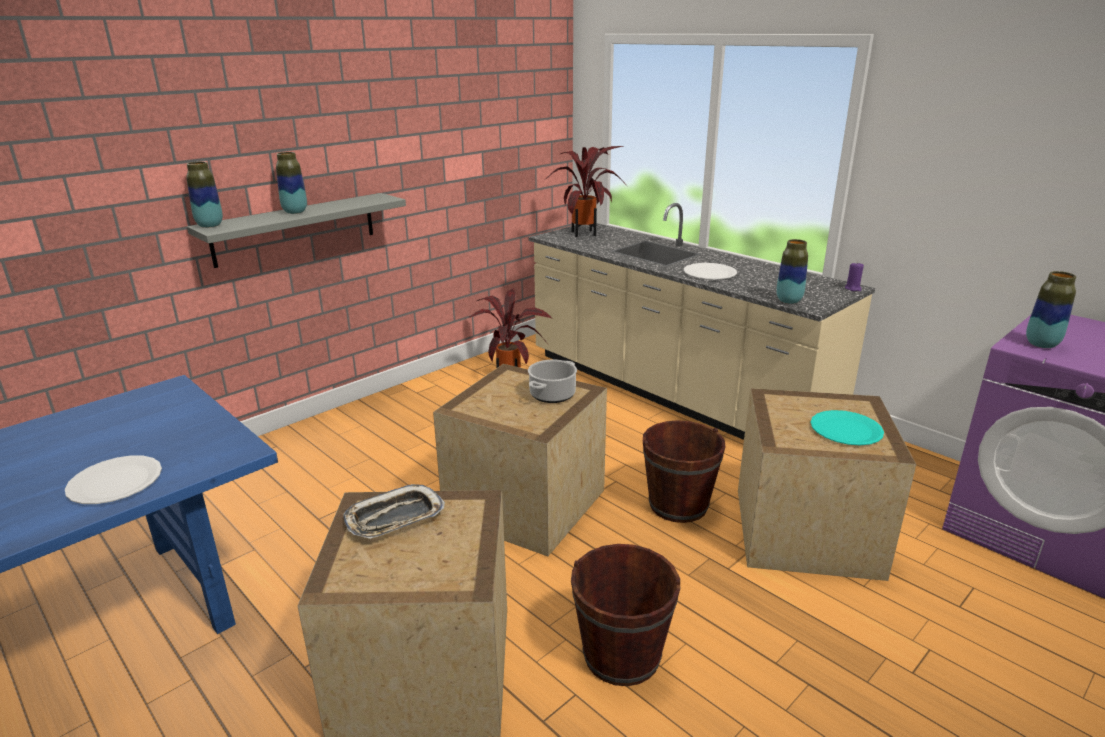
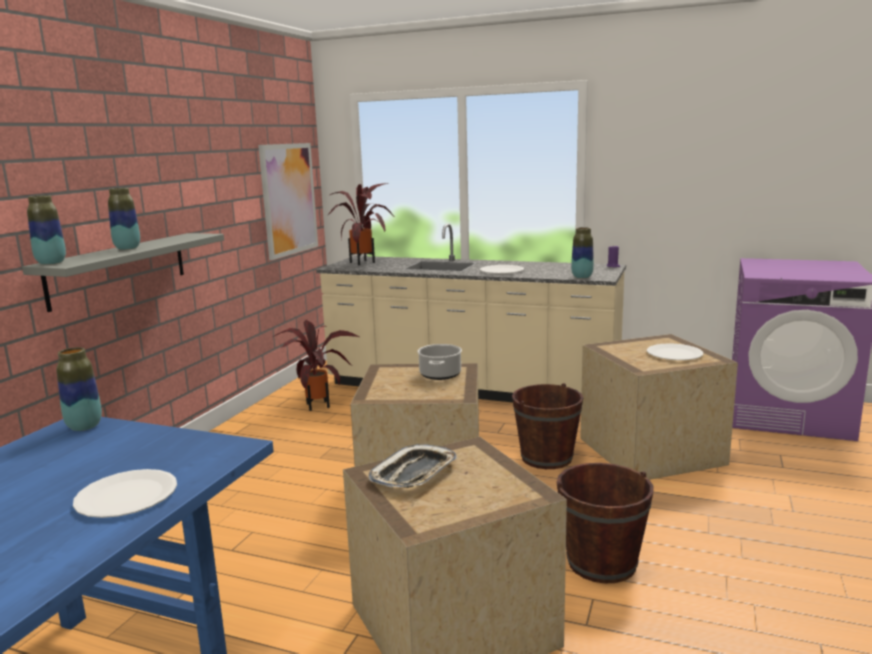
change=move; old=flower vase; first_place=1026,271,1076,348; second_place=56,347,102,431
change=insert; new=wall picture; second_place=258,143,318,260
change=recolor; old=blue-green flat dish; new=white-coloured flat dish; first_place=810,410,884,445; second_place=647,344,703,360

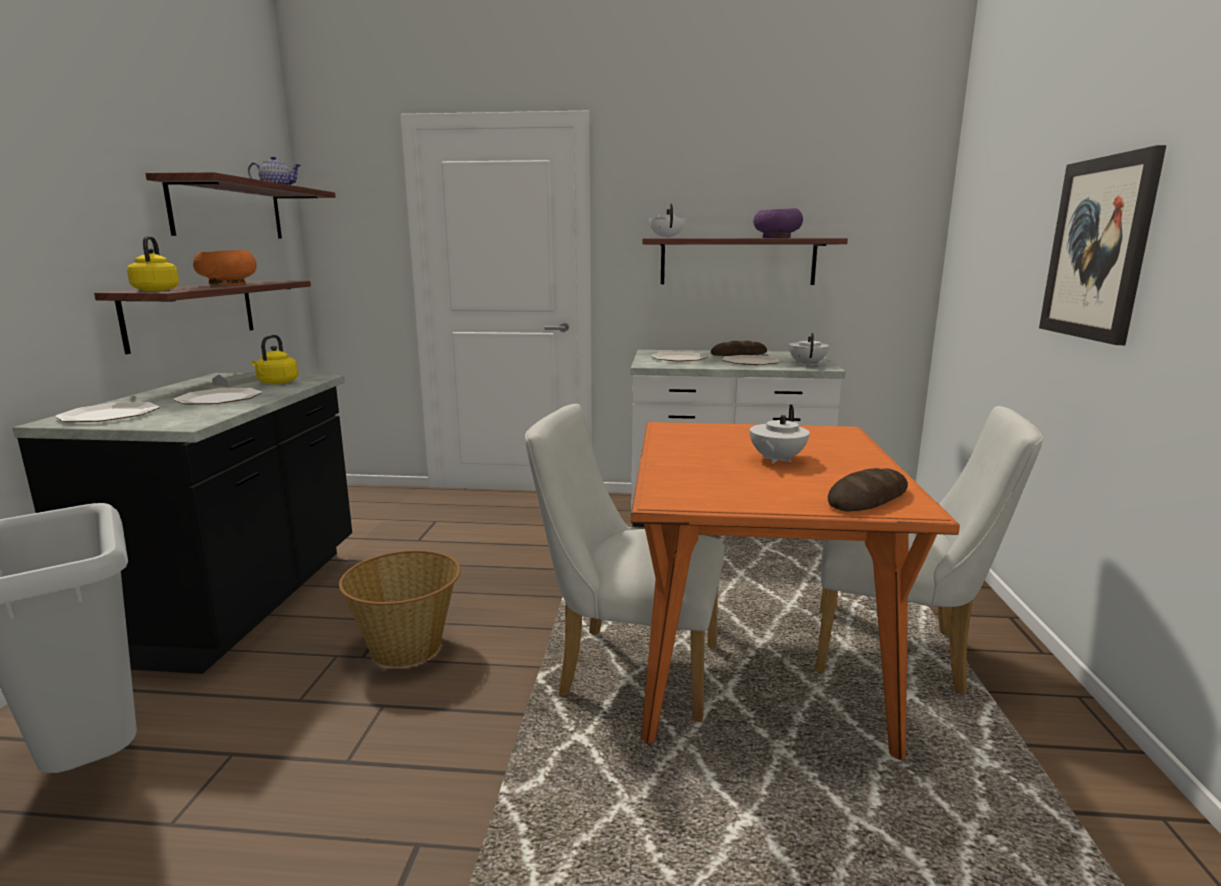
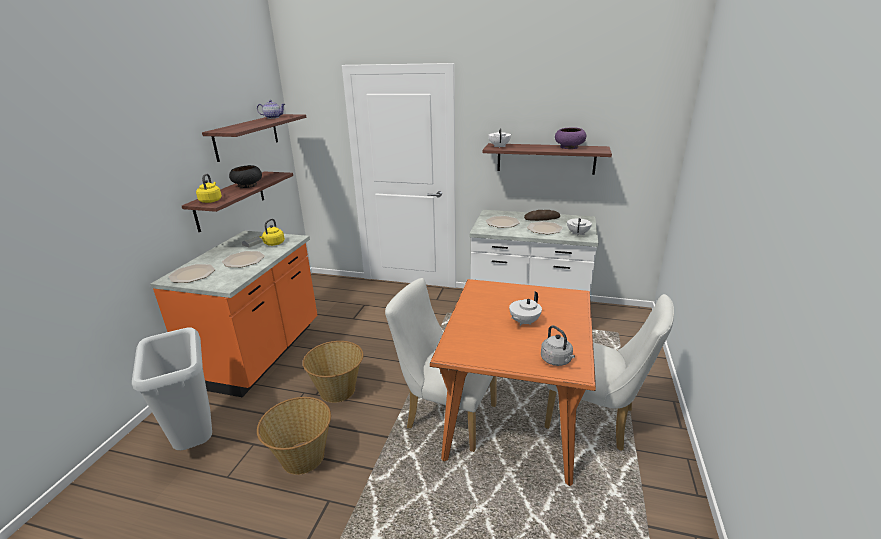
change=recolor; old=blackish kitchen counter; new=orangey kitchen counter; first_place=13,373,352,674; second_place=150,231,318,397
change=recolor; old=orangey bowl; new=blackish bowl; first_place=193,250,257,285; second_place=229,165,262,188
change=insert; new=household basket; second_place=257,397,331,475
change=replace; old=bakery bread; new=grey tea kettle; first_place=828,468,908,512; second_place=541,325,575,366
change=delete; old=wall picture; first_place=1039,145,1166,345

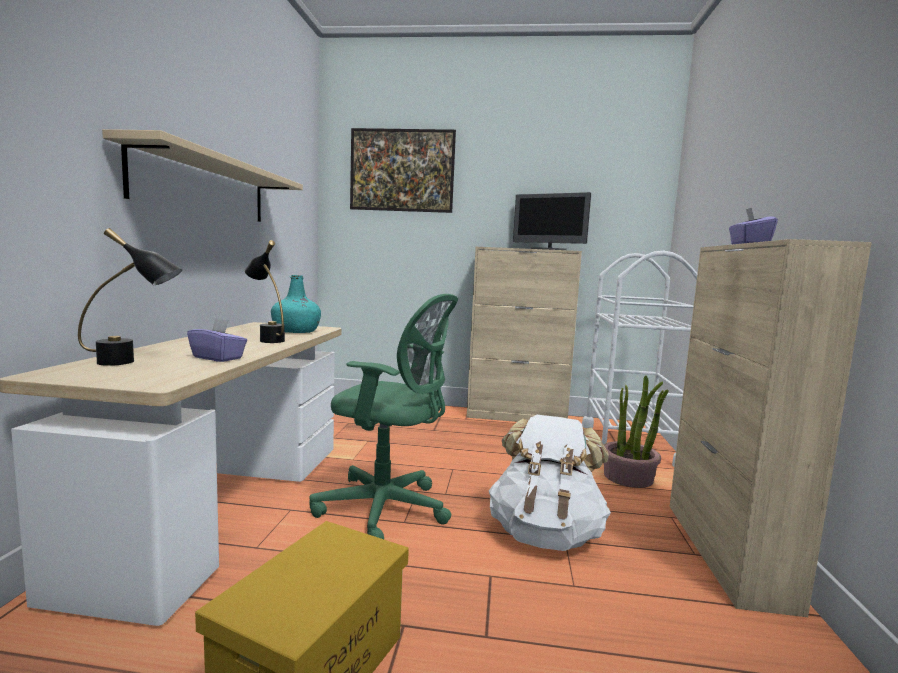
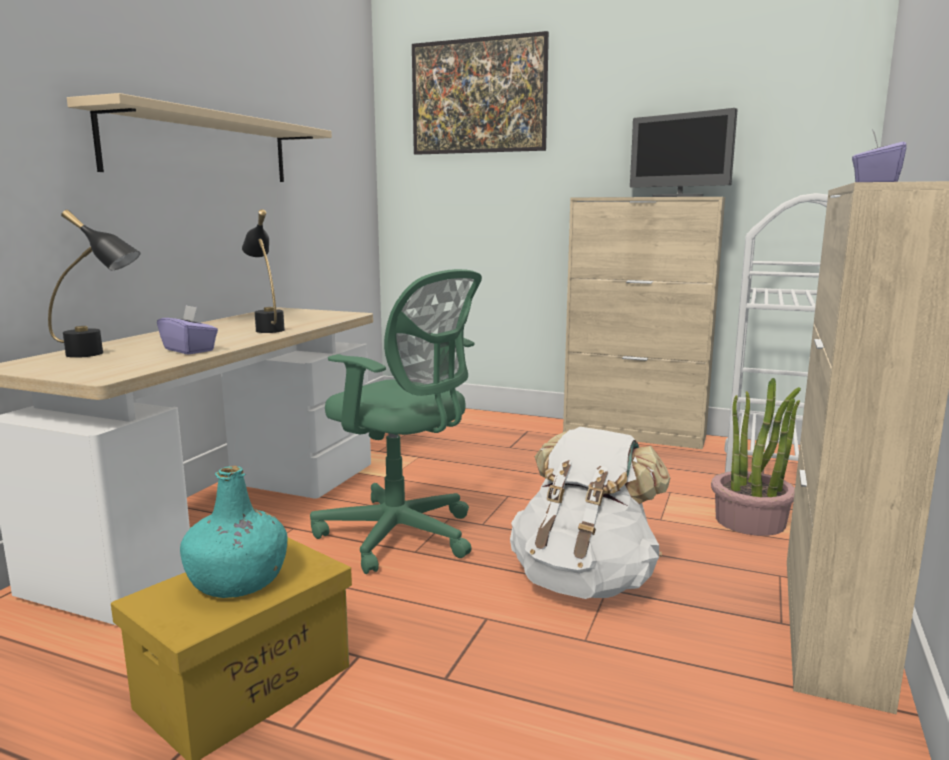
change=move; old=blue-green bottle; first_place=271,275,321,333; second_place=180,466,288,598

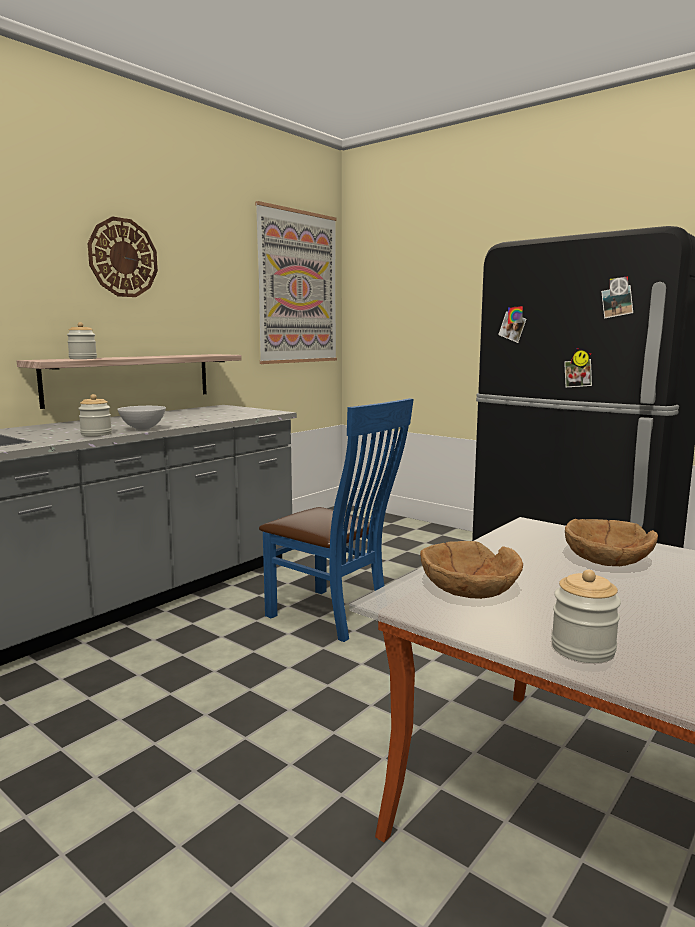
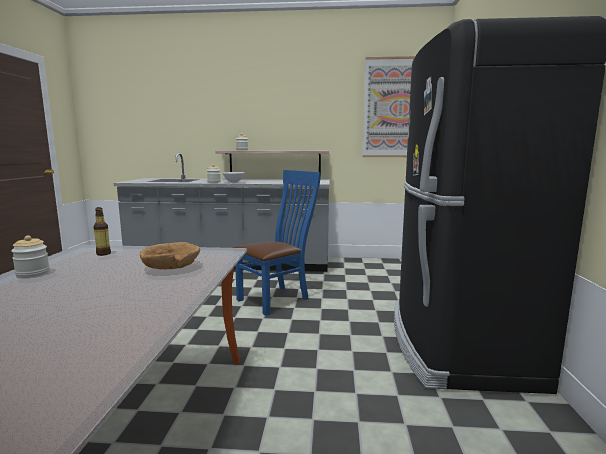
change=replace; old=brown-coloured bowl; new=bottle; first_place=420,541,523,599; second_place=93,207,111,256
change=rotate; old=blue-coloured upright chair; first_place=259,398,414,642; second_place=234,170,321,316; degrees=-135
change=delete; old=wall clock; first_place=88,217,158,297

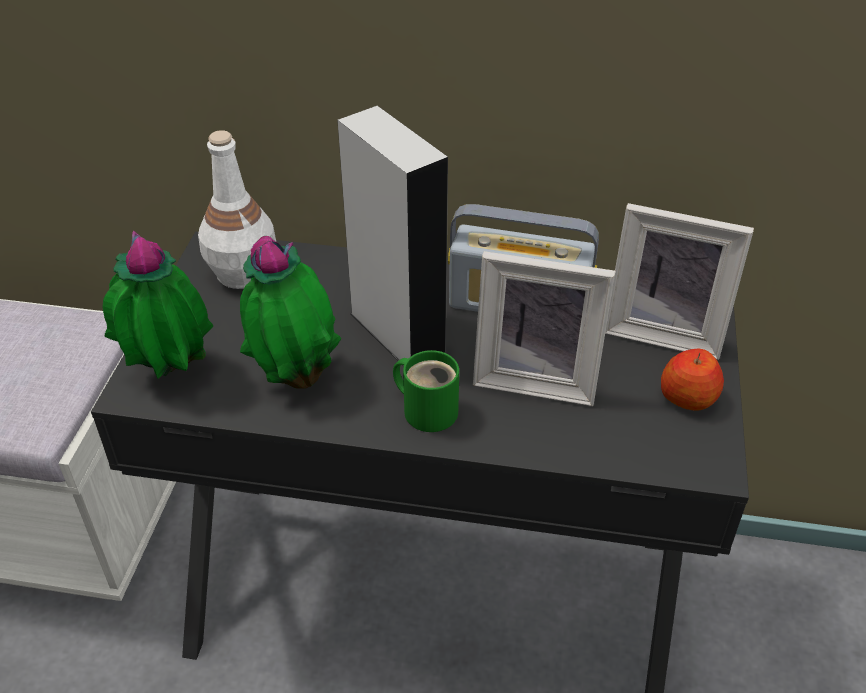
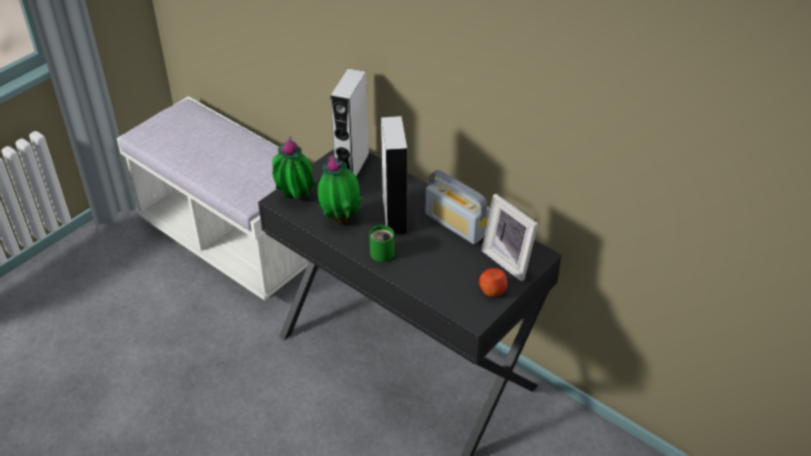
change=replace; old=white-coloured bottle; new=grey loudspeaker; first_place=198,130,276,289; second_place=330,68,369,177
change=delete; old=standing frame; first_place=473,251,615,406

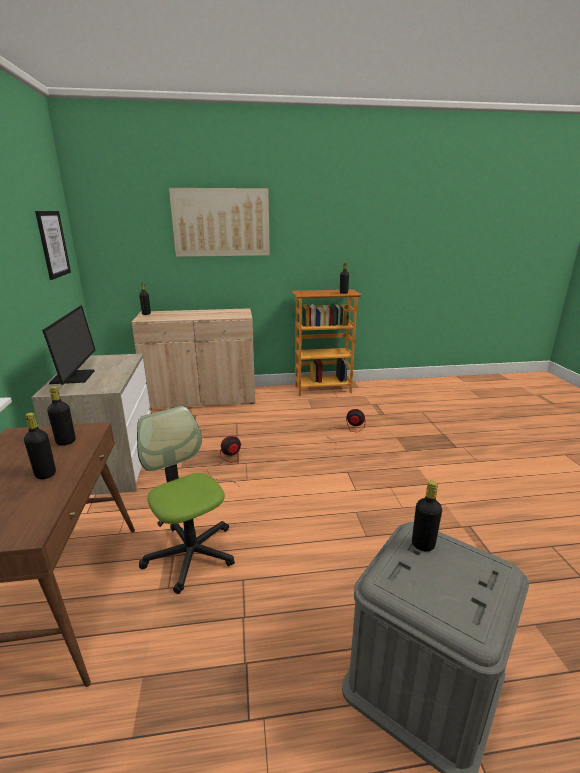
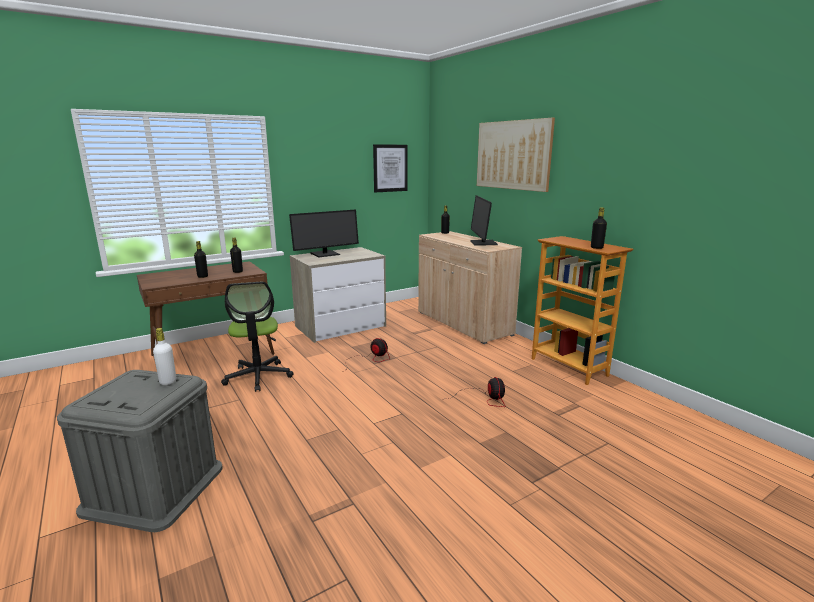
change=recolor; old=blackish bottle; new=white-coloured bottle; first_place=412,481,442,552; second_place=153,328,176,385
change=rotate; old=desk chair; first_place=137,406,235,594; second_place=221,282,294,392; degrees=135
change=insert; new=computer display; second_place=470,195,498,245

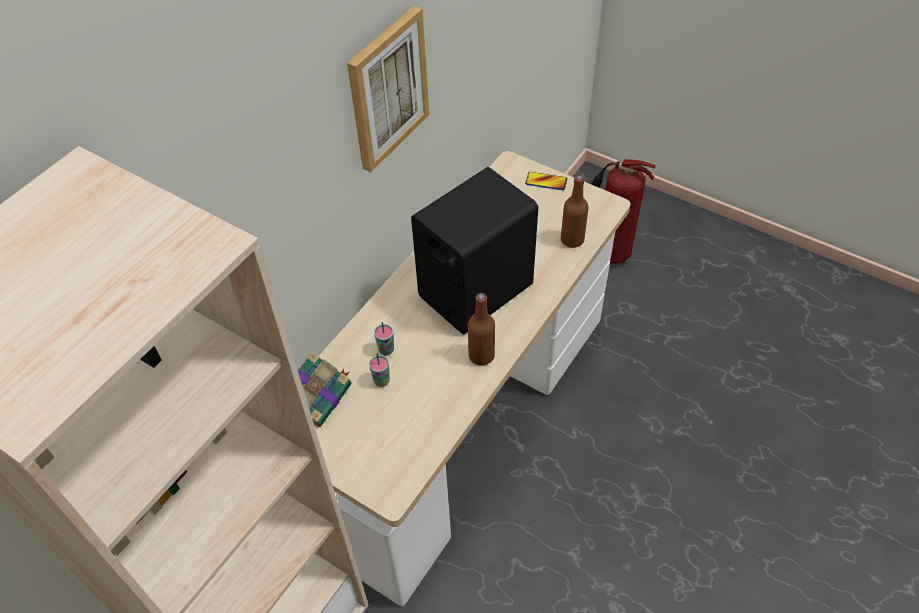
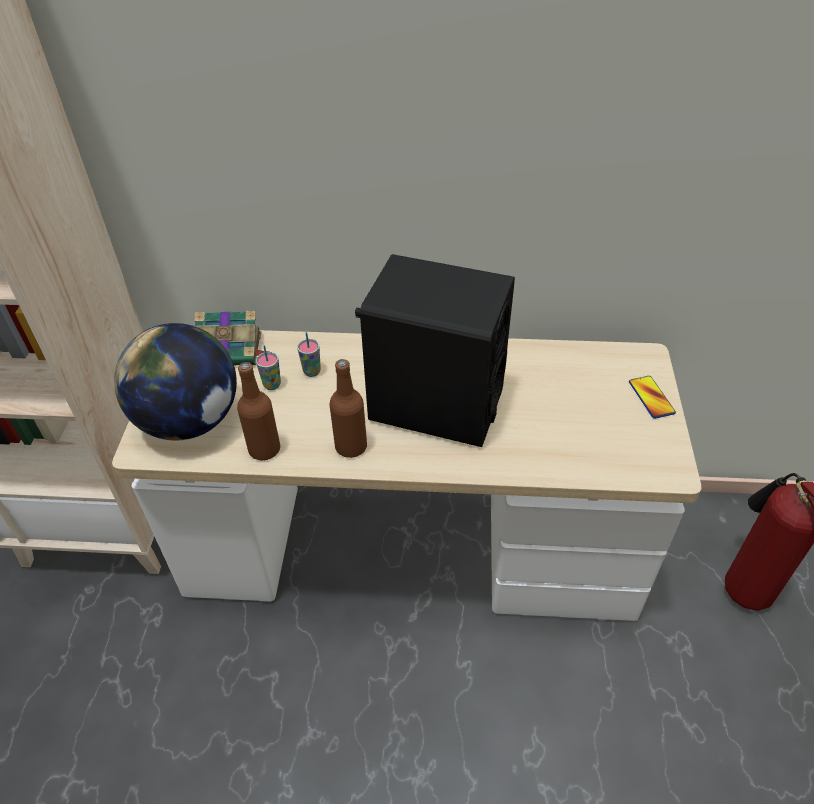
change=insert; new=world globe; second_place=114,323,237,440
change=move; old=brown-coloured bottle; first_place=561,175,588,248; second_place=237,362,280,461
change=delete; old=wall picture; first_place=347,6,429,172

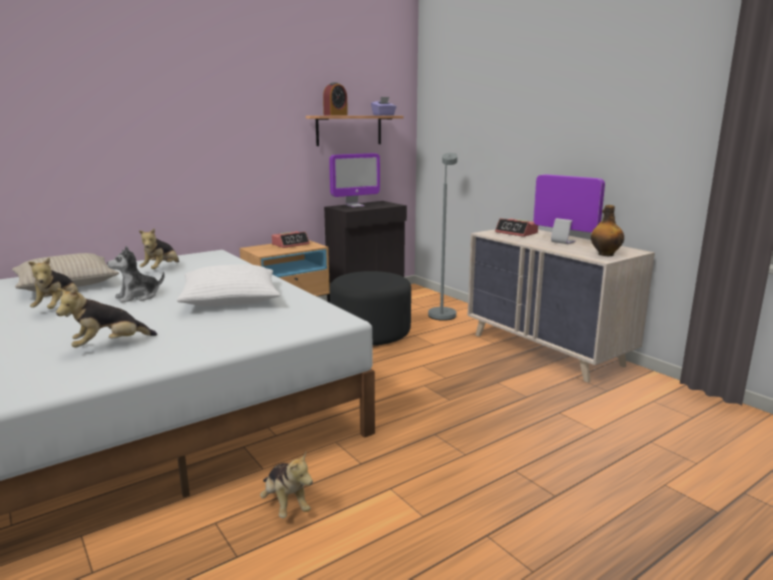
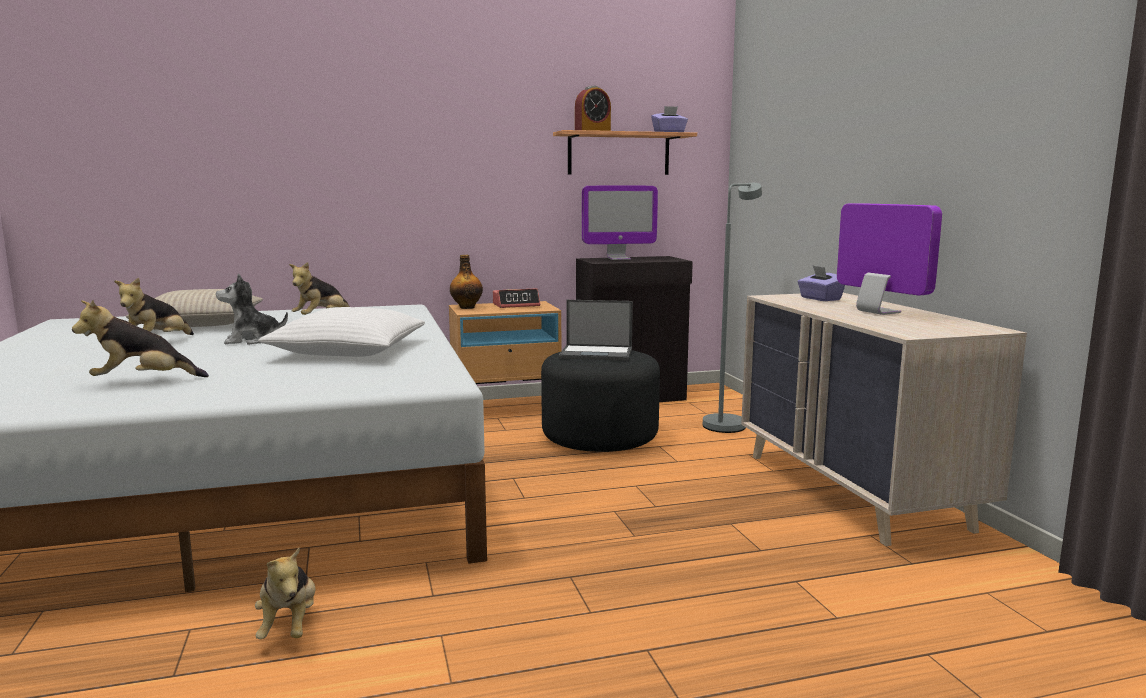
change=move; old=bottle; first_place=591,205,624,256; second_place=450,255,483,309
change=insert; new=notebook computer; second_place=559,300,633,361
change=replace; old=alarm clock; new=purple-coloured tissue holder; first_place=495,218,538,237; second_place=798,266,845,301

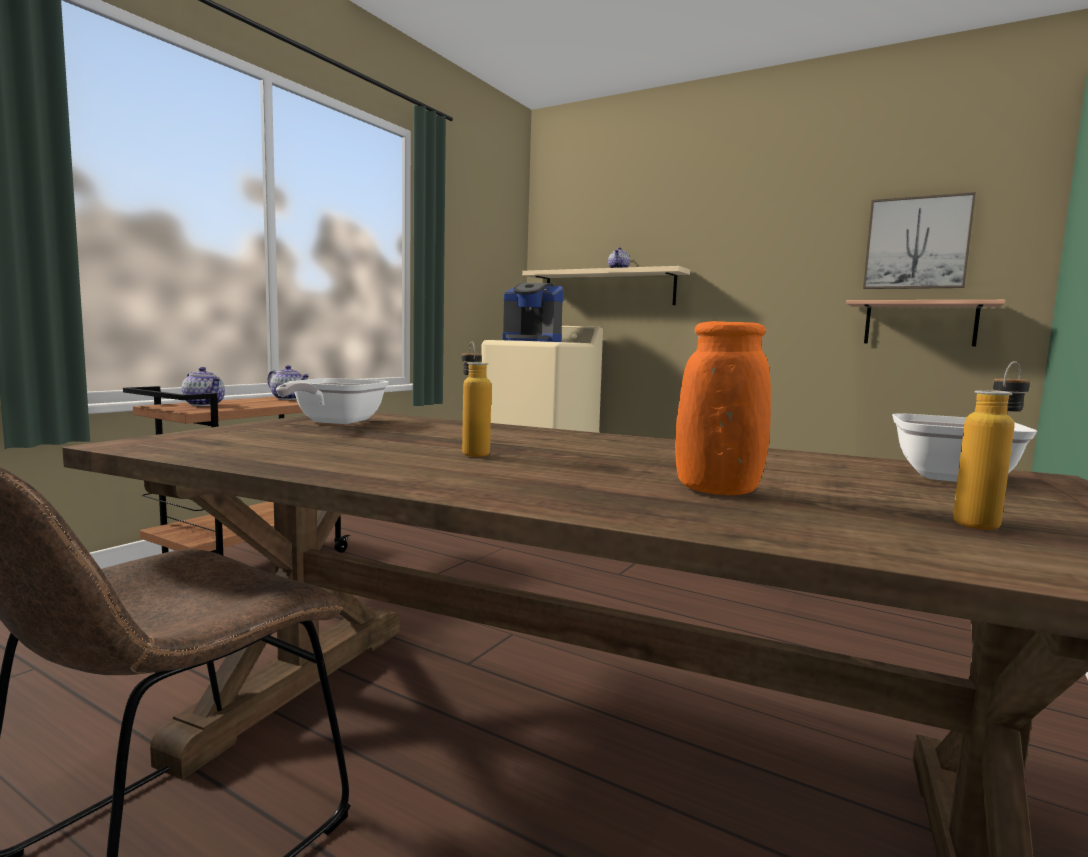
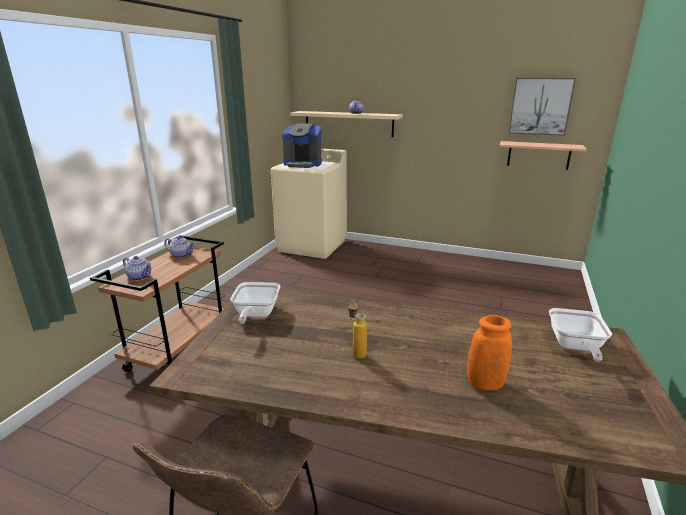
change=delete; old=bottle; first_place=953,361,1030,530

